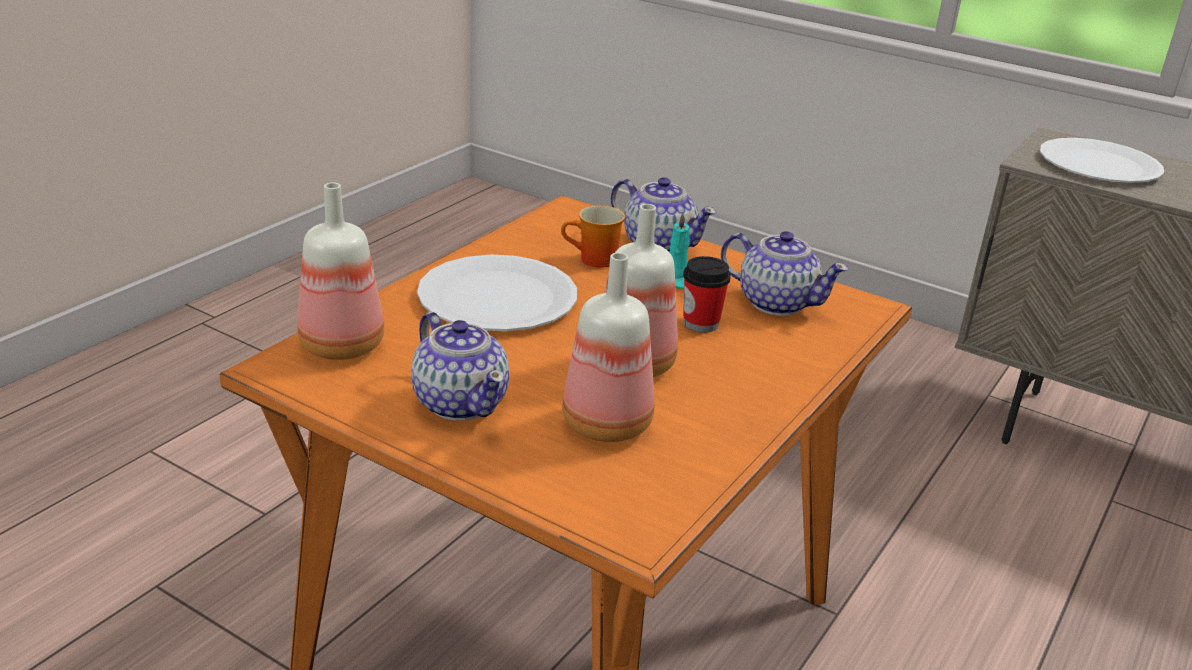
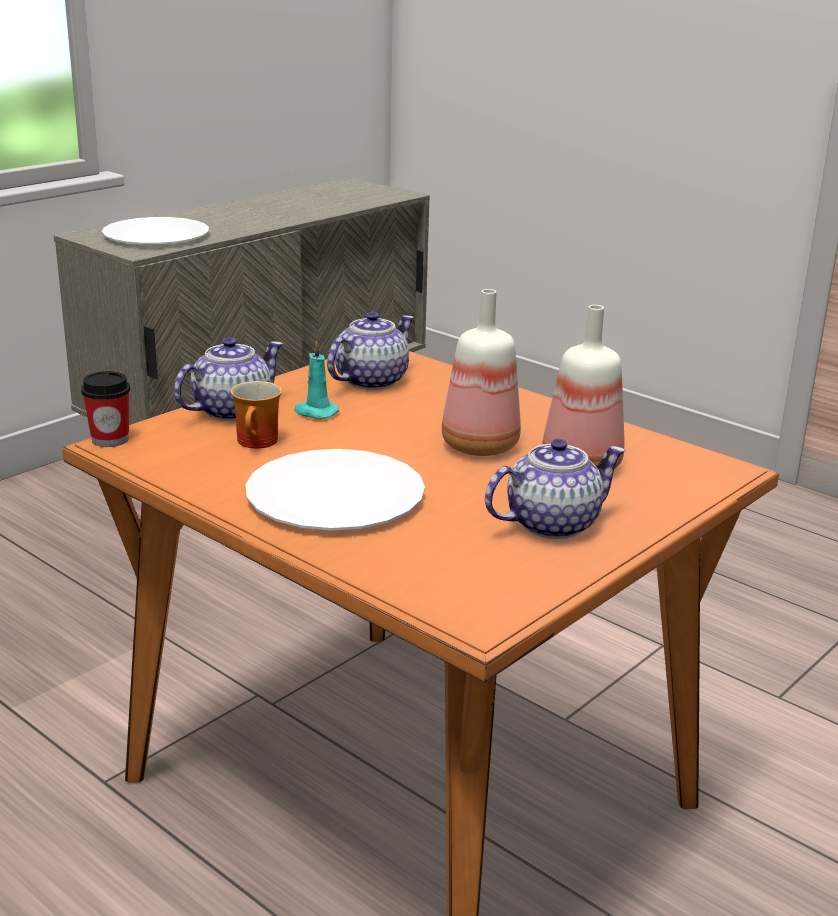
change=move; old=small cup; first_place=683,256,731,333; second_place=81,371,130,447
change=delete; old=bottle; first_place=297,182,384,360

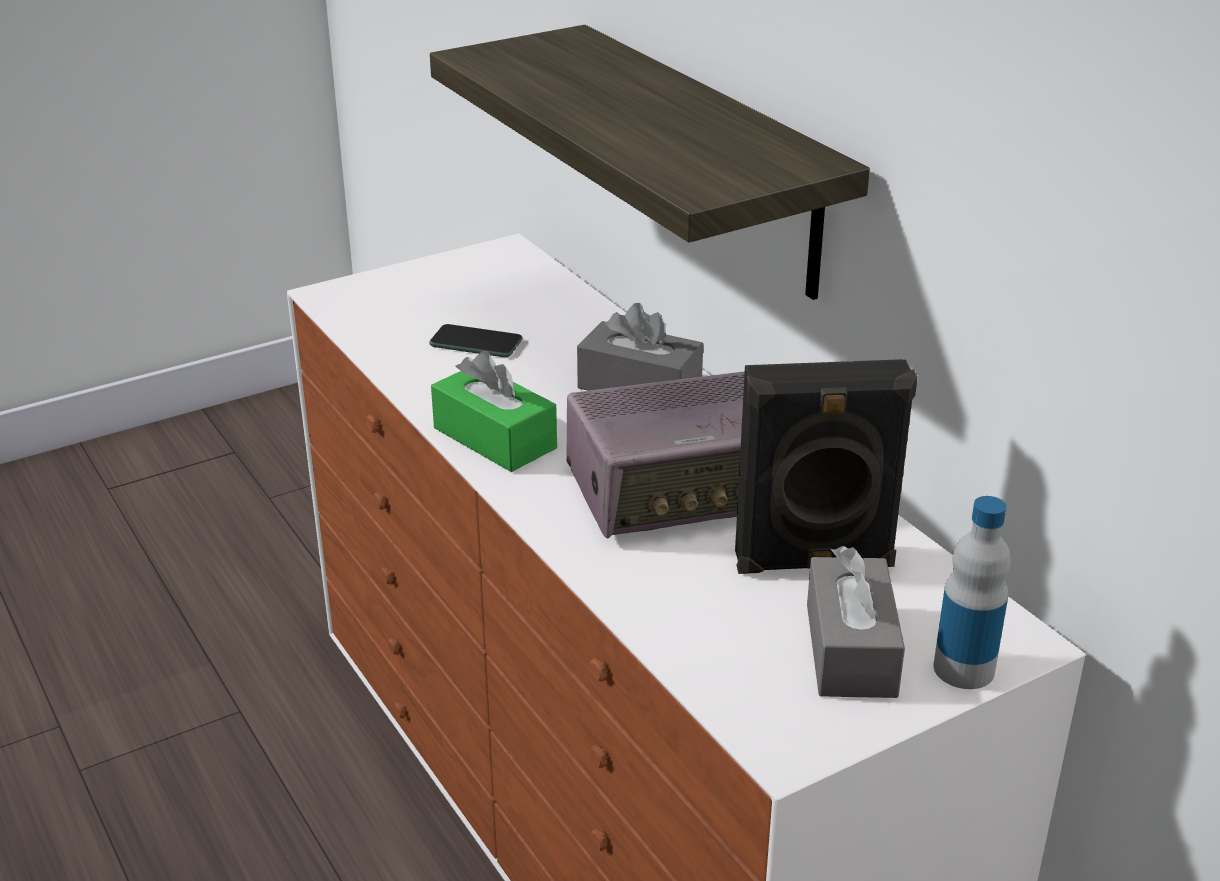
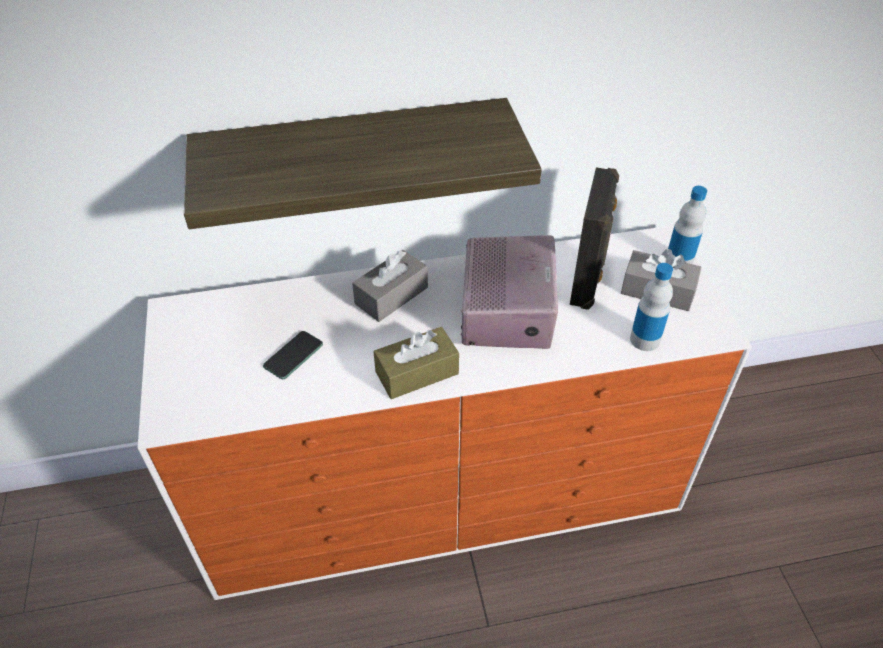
change=recolor; old=green tissue holder; new=brown-coloured tissue holder; first_place=431,351,557,472; second_place=373,327,459,399
change=insert; new=bottle; second_place=630,263,673,351

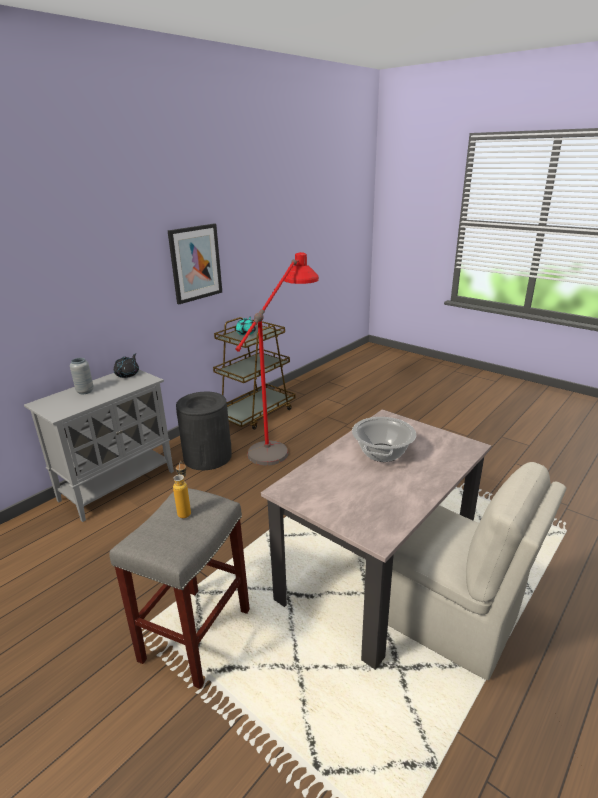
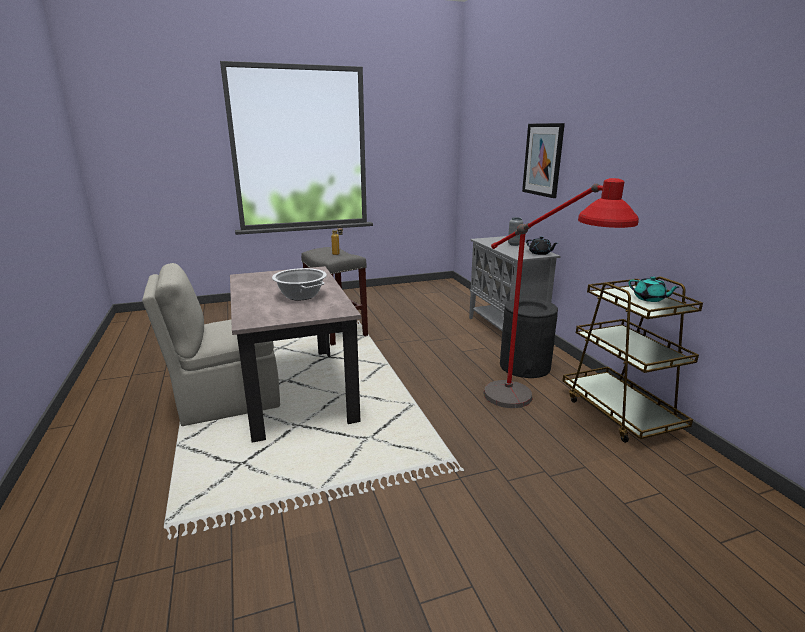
change=move; old=wall picture; first_place=168,223,222,304; second_place=522,123,565,198

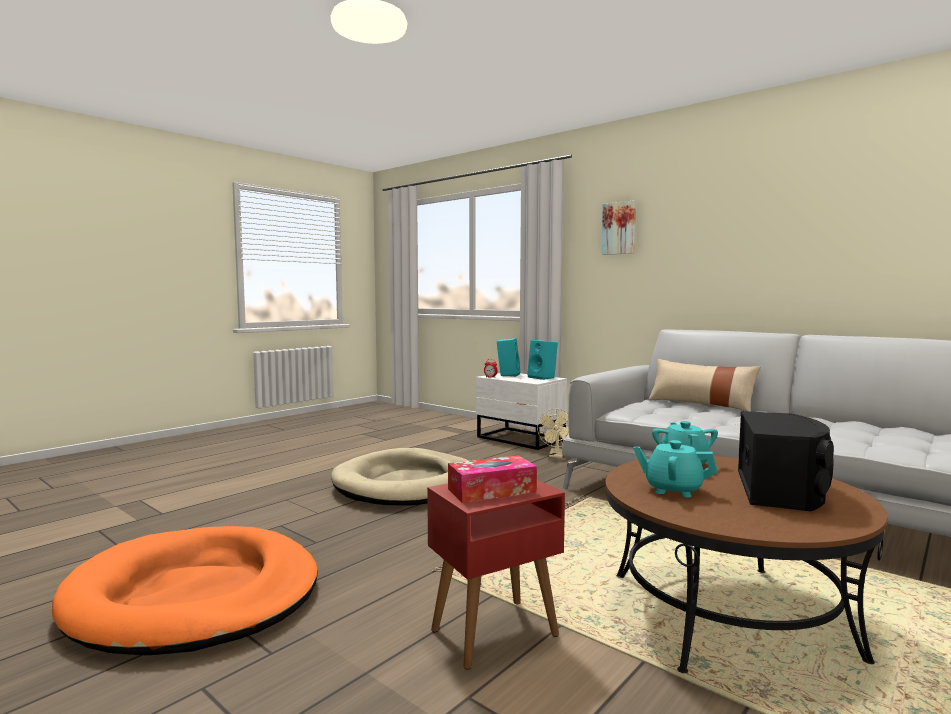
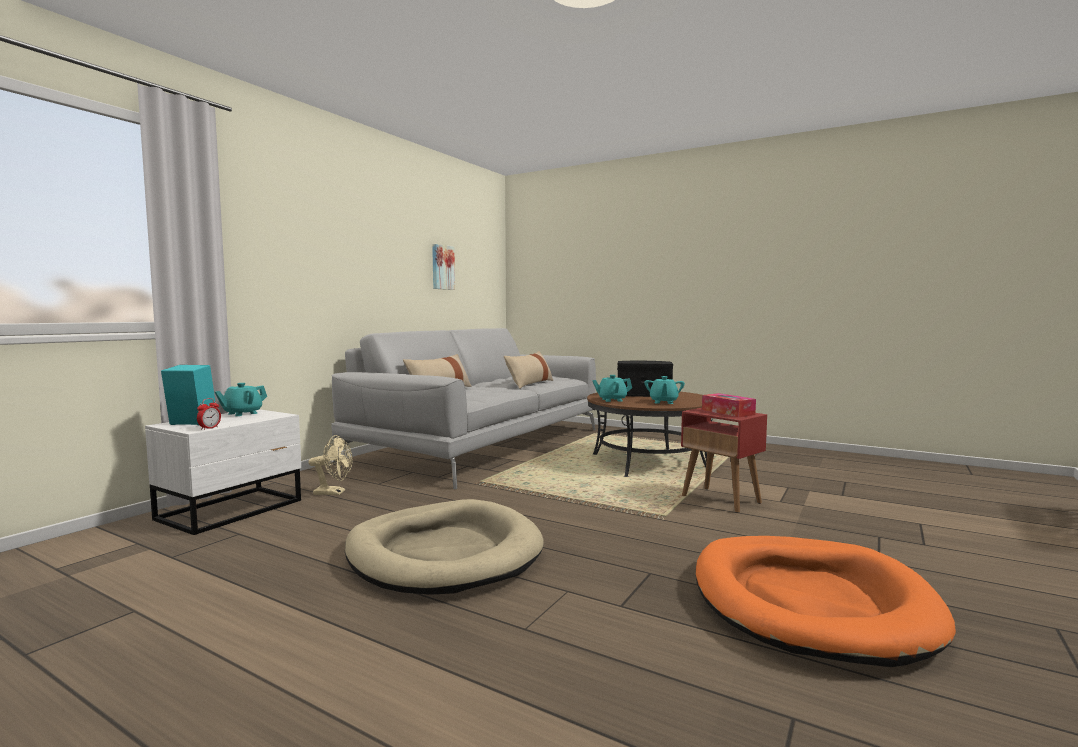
change=replace; old=blue-green loudspeaker; new=blue-green tea pot; first_place=527,340,558,380; second_place=215,383,267,416
change=move; old=wall picture; first_place=602,200,636,255; second_place=432,244,455,290
change=insert; new=sand-coloured cushion; second_place=504,351,553,389

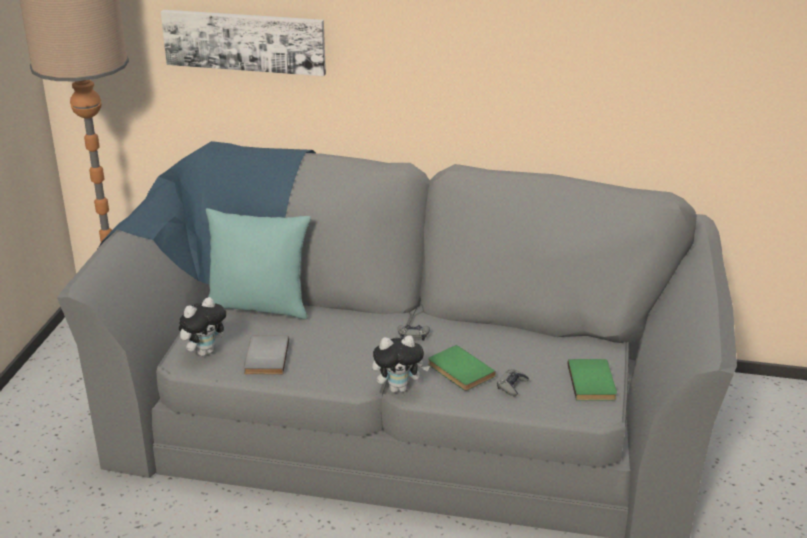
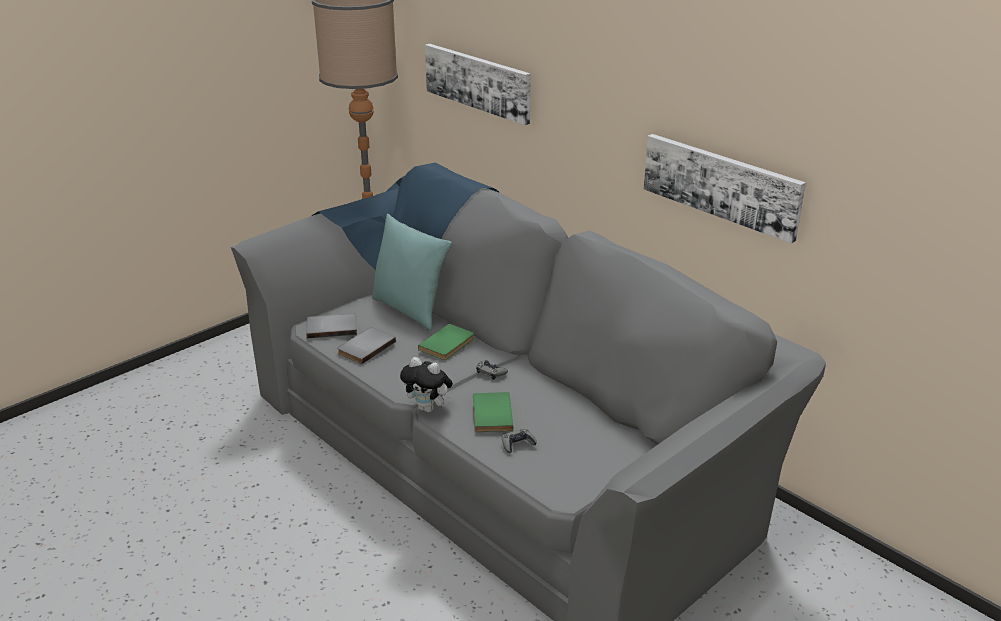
change=replace; old=plush toy; new=grey book; first_place=179,297,229,356; second_place=306,313,357,338
change=move; old=green book; first_place=568,359,617,401; second_place=418,324,474,360
change=insert; new=wall picture; second_place=644,134,806,243

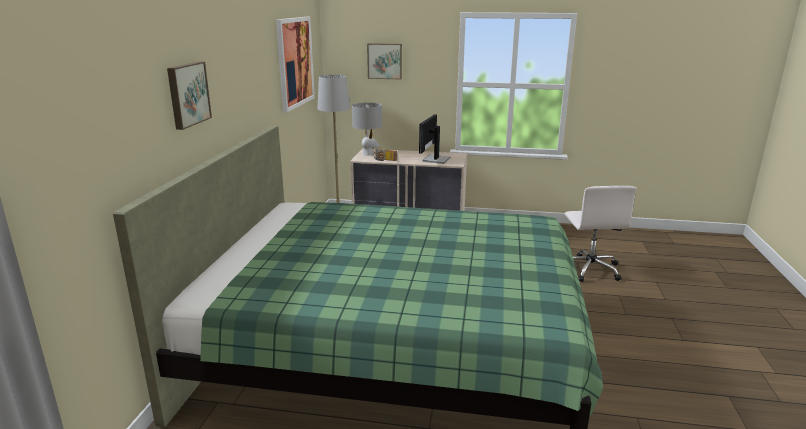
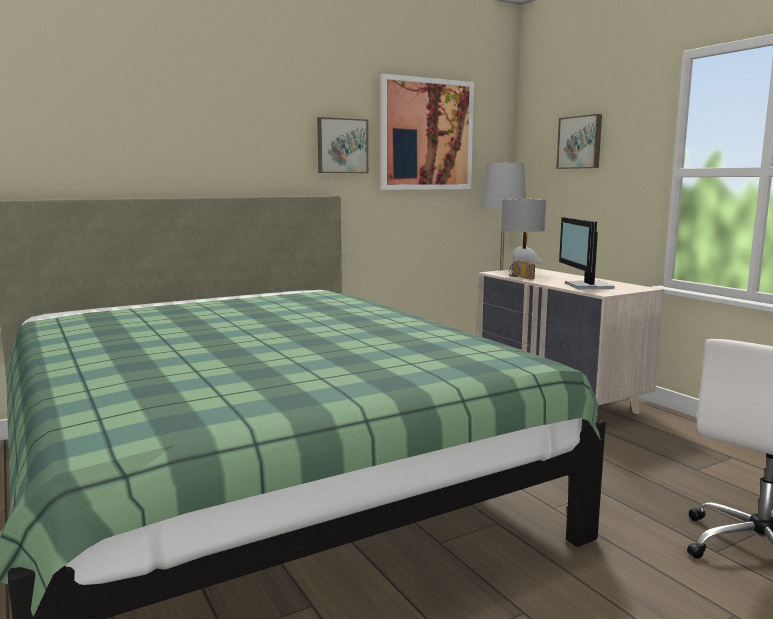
change=move; old=wall picture; first_place=167,62,212,130; second_place=317,117,368,173
change=rotate; old=computer display; first_place=419,114,450,164; second_place=559,217,615,289; degrees=-75

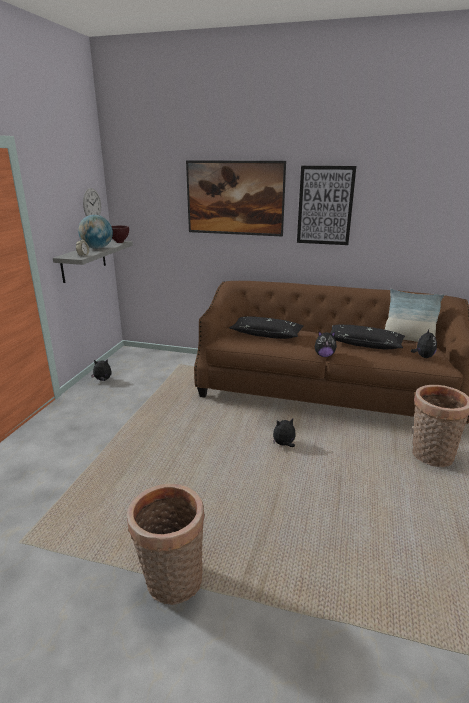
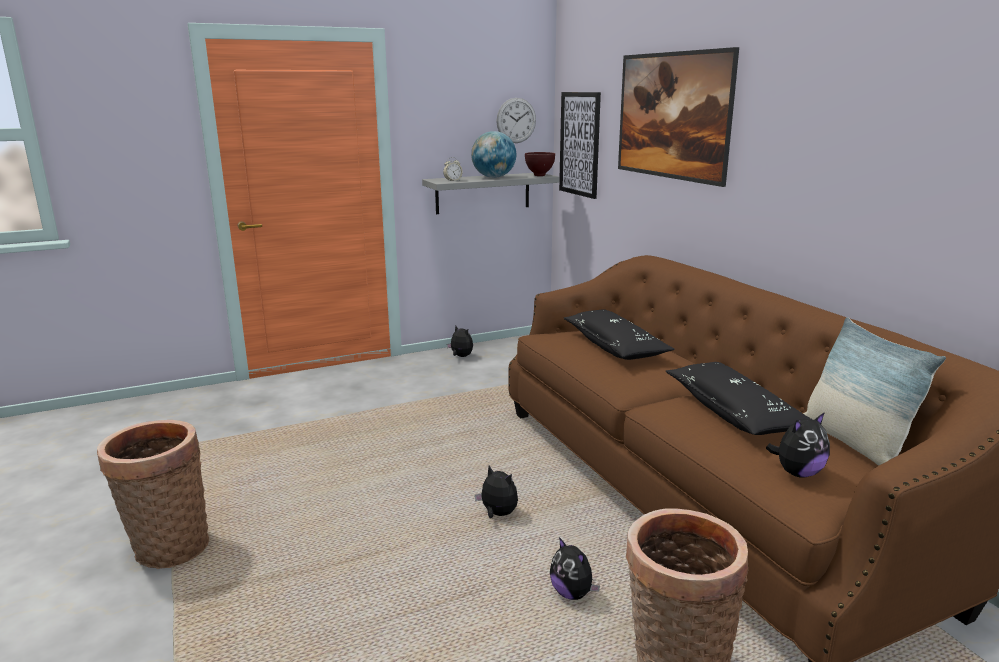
change=move; old=plush toy; first_place=315,332,337,357; second_place=550,537,600,600
change=move; old=wall picture; first_place=297,166,356,245; second_place=559,92,601,199

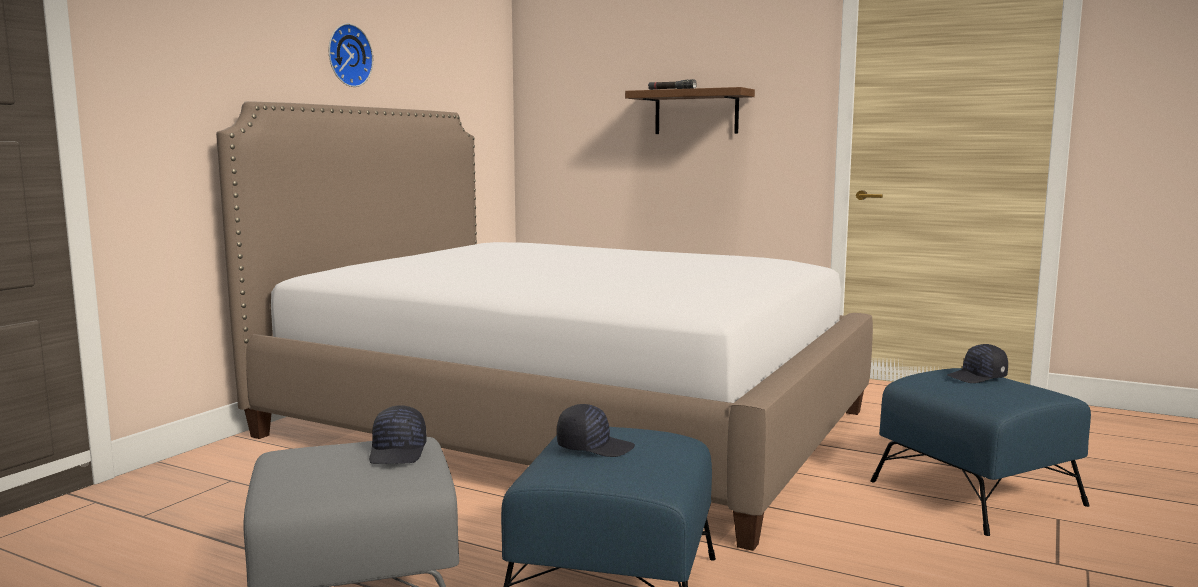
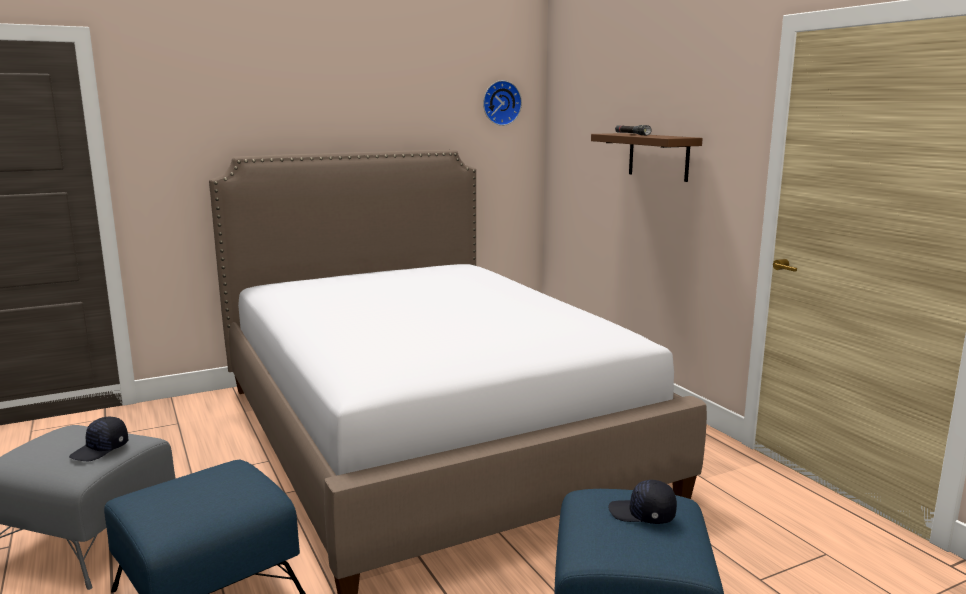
change=move; old=wall clock; first_place=329,23,373,87; second_place=483,80,522,126
change=delete; old=blackish peaked cap; first_place=557,404,635,457

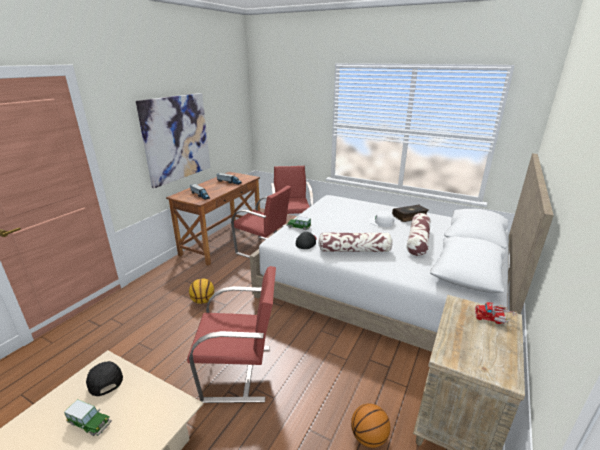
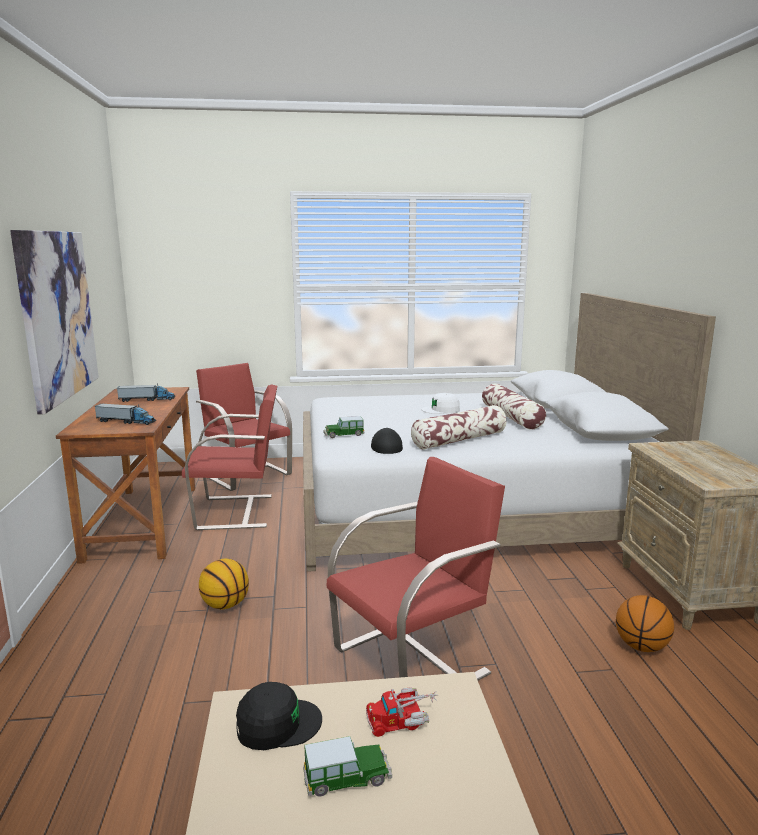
change=rotate; old=blackish peaked cap; first_place=86,361,123,396; second_place=236,682,322,750; degrees=150
change=move; old=model truck; first_place=475,302,518,324; second_place=366,687,439,737
change=delete; old=book; first_place=392,204,429,222

